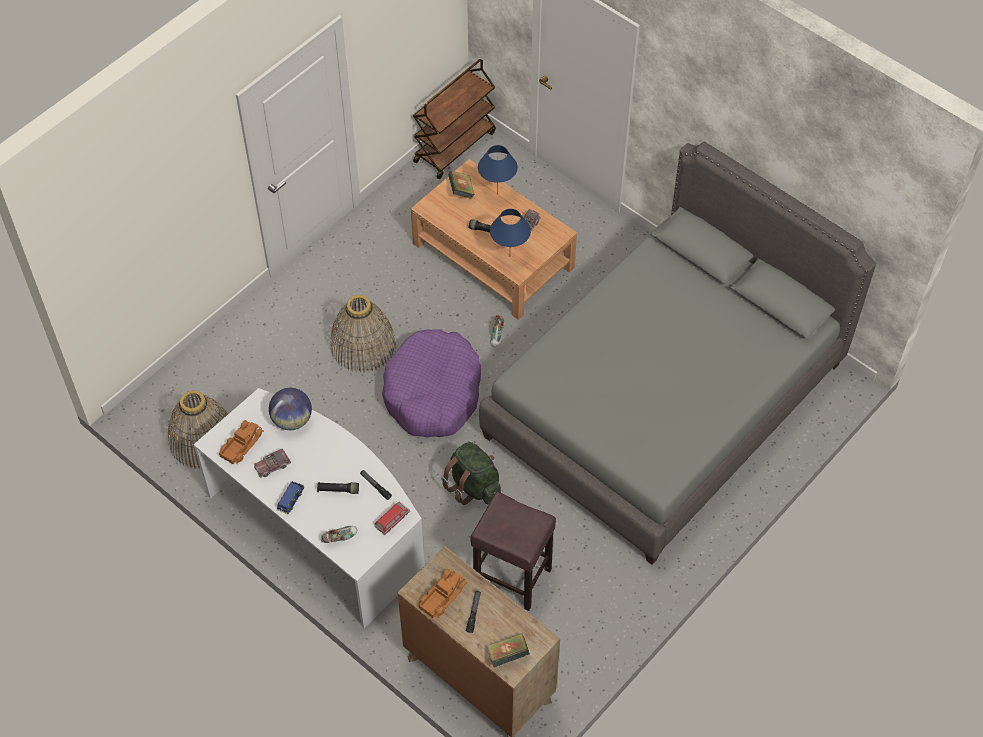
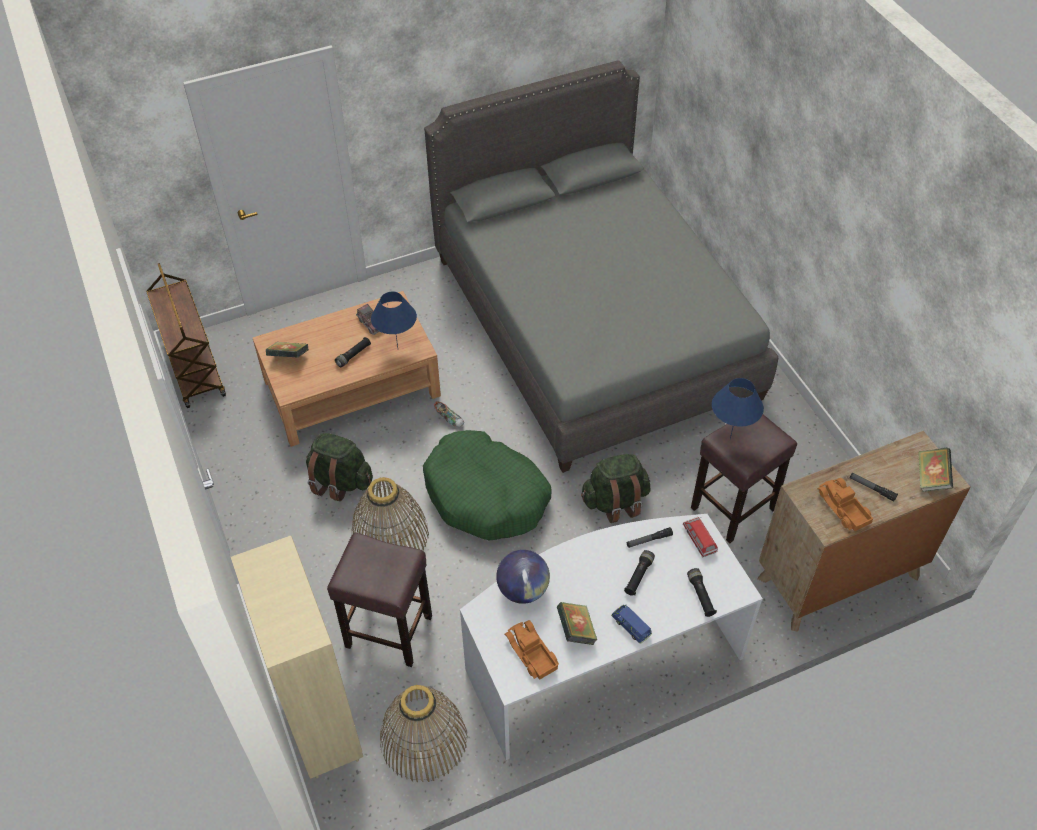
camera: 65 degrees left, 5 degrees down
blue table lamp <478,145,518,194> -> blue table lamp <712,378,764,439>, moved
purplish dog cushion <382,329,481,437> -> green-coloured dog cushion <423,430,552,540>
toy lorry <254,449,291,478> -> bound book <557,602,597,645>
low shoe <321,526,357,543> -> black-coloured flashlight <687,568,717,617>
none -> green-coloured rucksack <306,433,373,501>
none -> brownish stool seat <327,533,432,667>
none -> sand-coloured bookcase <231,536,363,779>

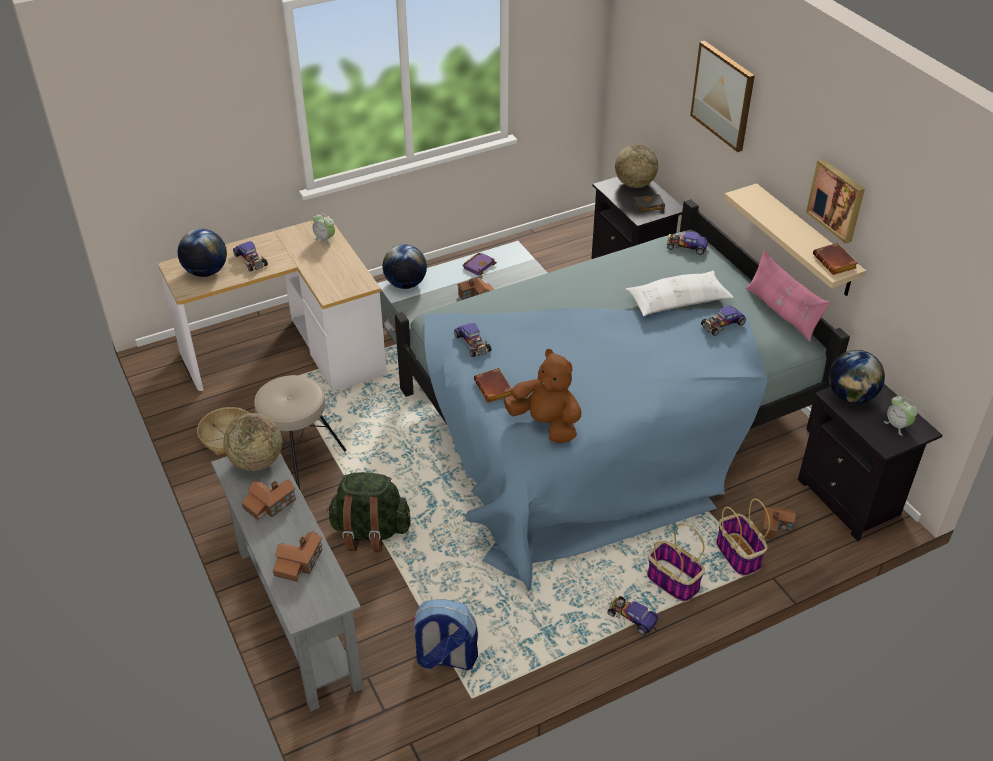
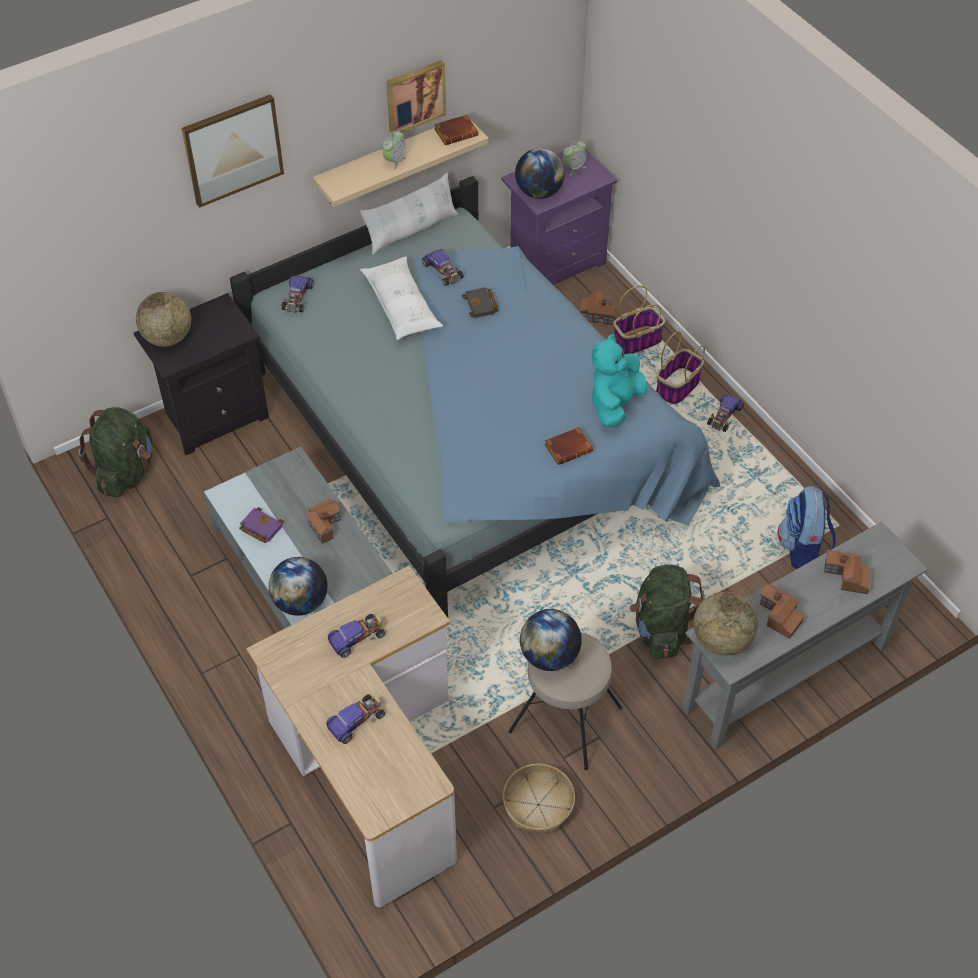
camera: 95 degrees left, 10 degrees up
black-coloured bound book <633,194,665,212> -> black-coloured bound book <462,287,499,318>, moved
alarm clock <313,213,335,246> -> alarm clock <383,130,407,170>, moved
globe <177,229,227,277> -> globe <520,609,582,671>, moved
pink-coloured cushion <746,250,830,342> -> white cushion <360,173,458,255>
miniature car <454,323,491,357> -> miniature car <328,614,386,658>, moved
brownish soft toy <504,349,581,443> -> turquoise soft toy <592,334,647,428>
black-coloured nightstand <798,384,942,541> -> purplish nightstand <501,149,617,285>
none -> green-coloured rucksack <78,407,153,497>

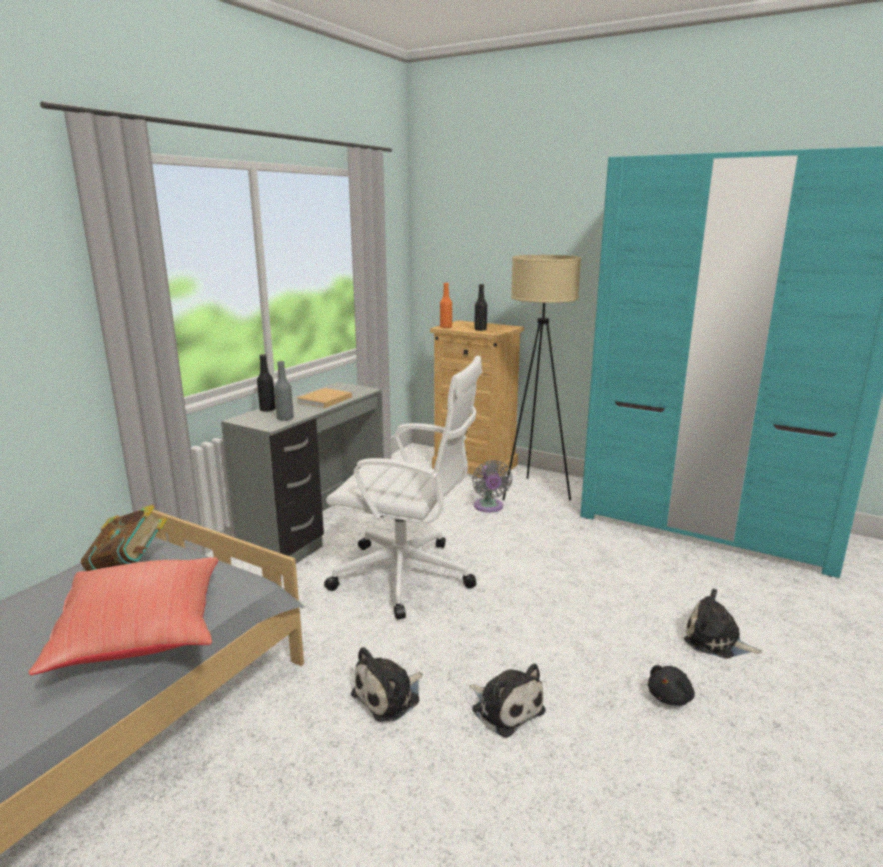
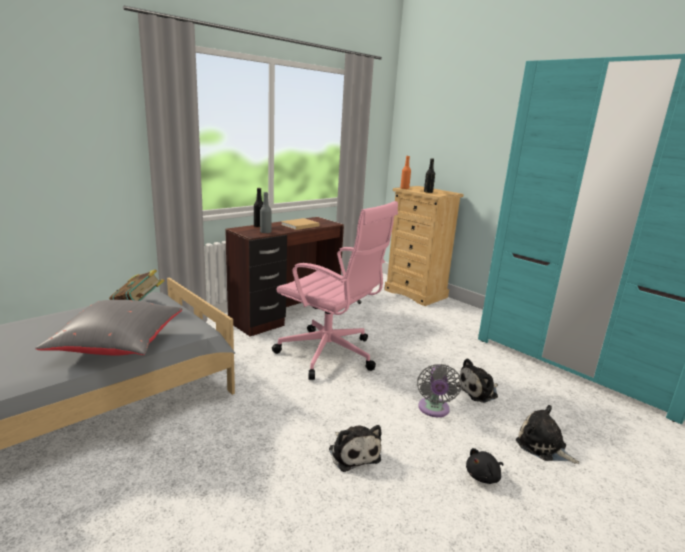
camera: 15 degrees right, 0 degrees up
sand-coloured floor lamp <502,255,581,501> -> none
white computer chair <324,356,482,619> -> pink-coloured computer chair <272,201,398,380>
gray desk <221,382,384,563> -> brownish desk <225,217,344,337>
gray fan <472,460,512,512> -> gray fan <417,364,462,417>, moved
red-coloured cushion <28,557,218,675> -> gray cushion <35,300,182,356>
soft toy <351,647,423,722> -> soft toy <455,358,498,403>, moved

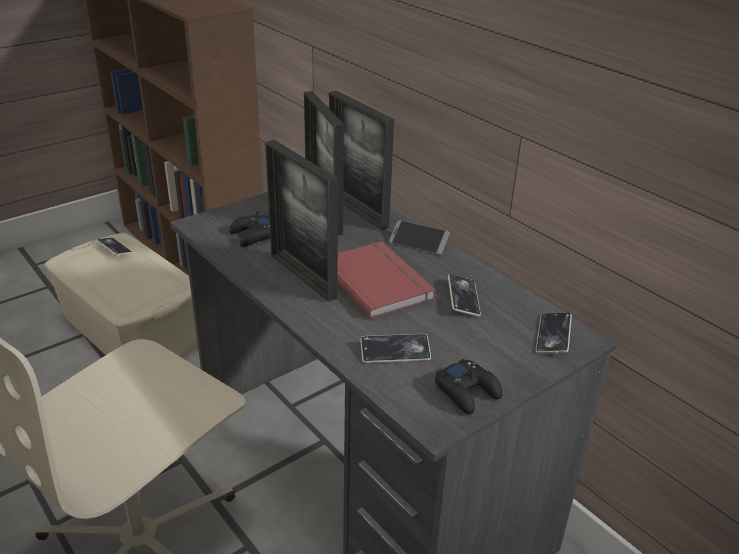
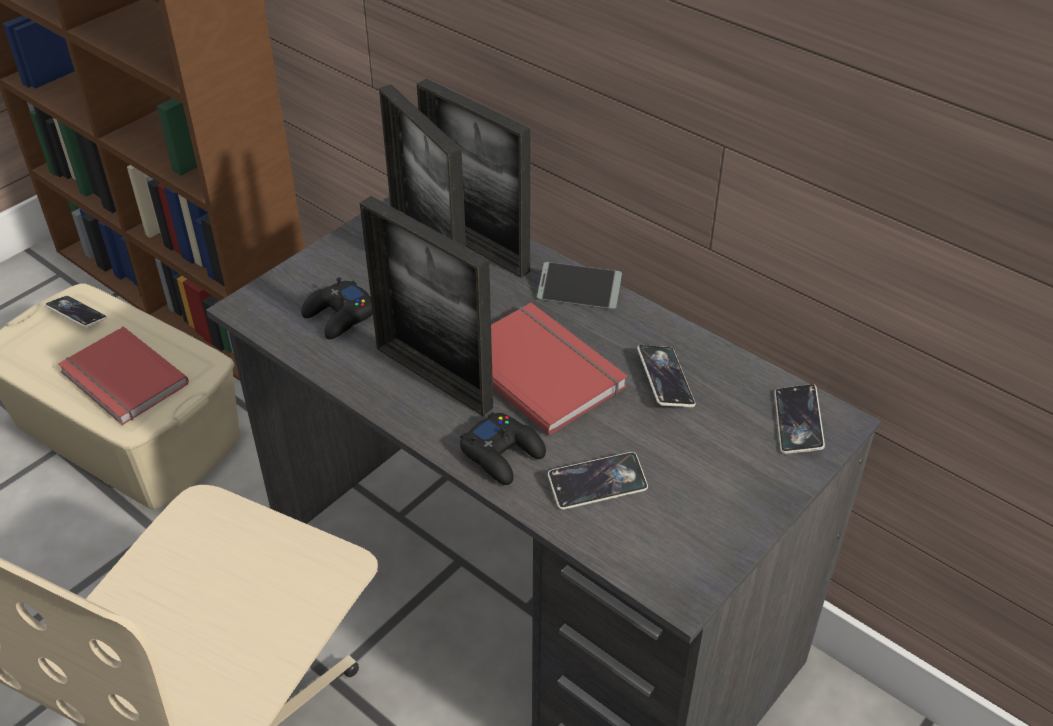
camera: 10 degrees left, 10 degrees up
black-coloured joypad <435,359,503,414> -> black-coloured joypad <460,412,546,485>, moved
none -> red-coloured bound book <58,326,189,425>

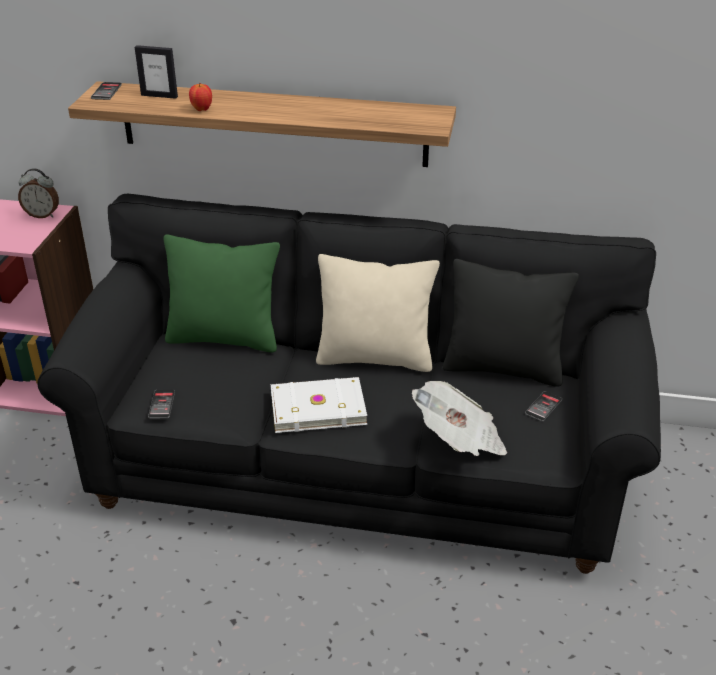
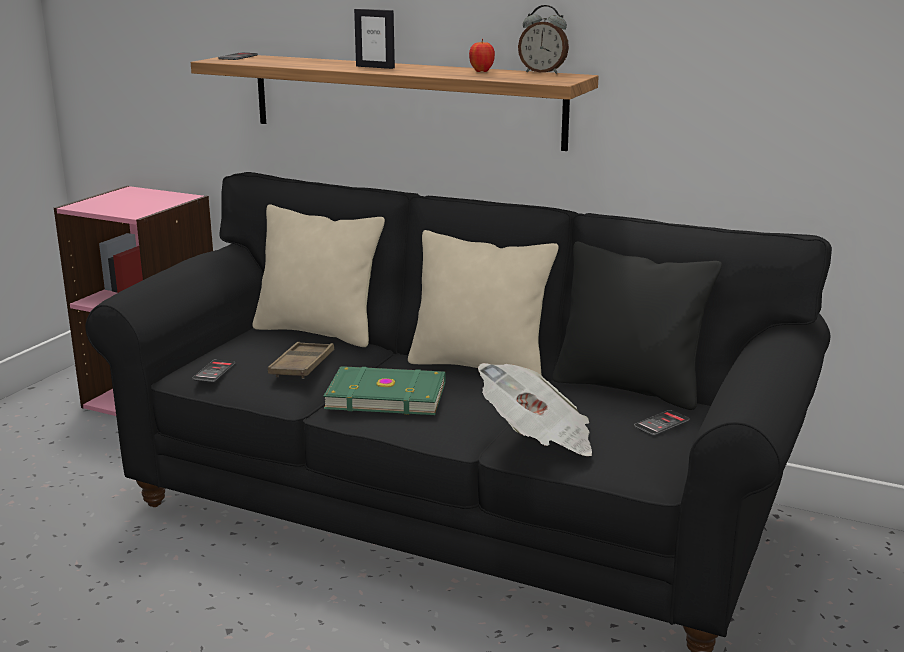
camera: 15 degrees right, 15 degrees down
photo frame <135,45,178,99> -> photo frame <354,9,395,69>, moved
apple <189,83,212,111> -> apple <469,39,495,72>, moved
alarm clock <18,168,59,218> -> alarm clock <518,5,569,74>, moved
green-coloured cushion <164,234,280,352> -> sand-coloured cushion <252,204,385,347>
white bound book <271,377,367,433> -> green-coloured bound book <323,366,446,415>
none -> brownish serving tray <268,342,334,379>

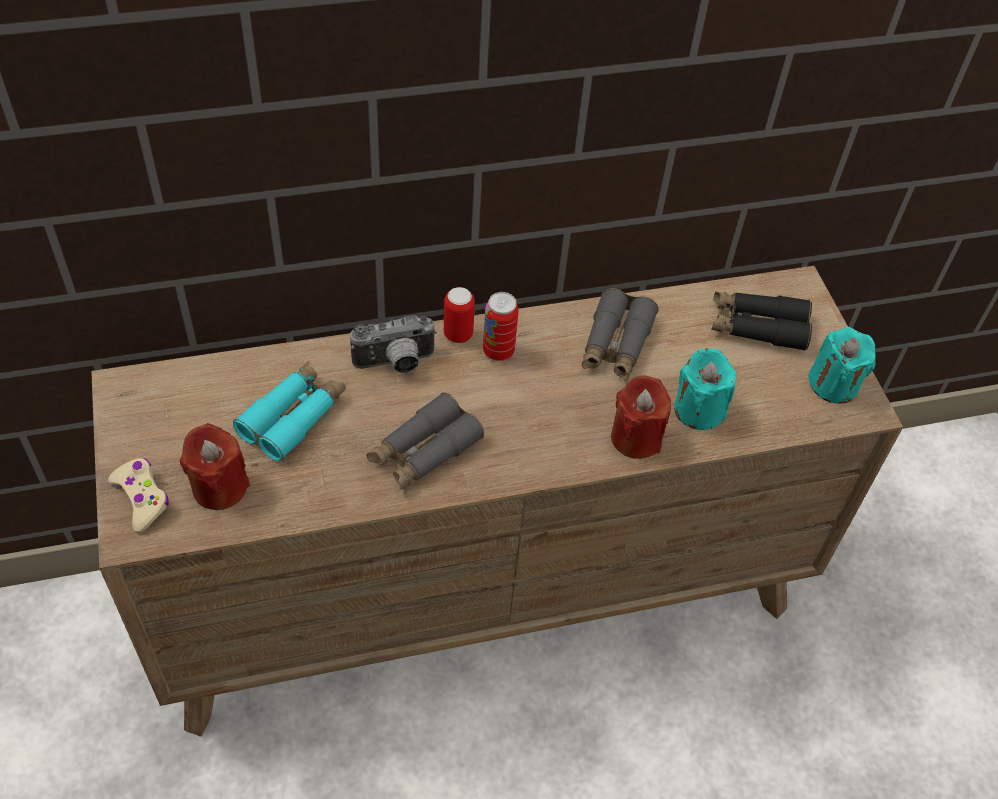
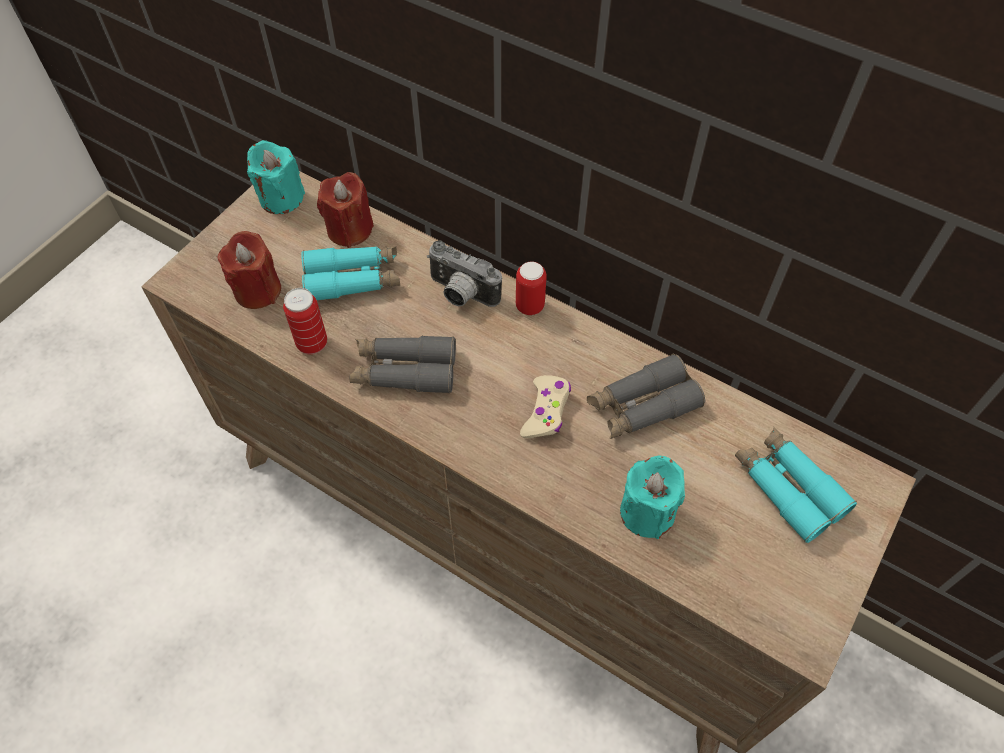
camera: 50 degrees right, 5 degrees up
black-coloured field glasses <711,291,812,351> -> turquoise field glasses <735,427,857,543>
sealed can <483,292,519,361> -> sealed can <283,288,327,354>, moved
turquoise candle <808,327,875,404> -> turquoise candle <247,140,305,214>, moved
red-coloured candle <611,376,671,459> -> red-coloured candle <317,172,374,248>, moved
sand-coloured joypad <108,458,169,533> -> sand-coloured joypad <520,375,571,438>, moved

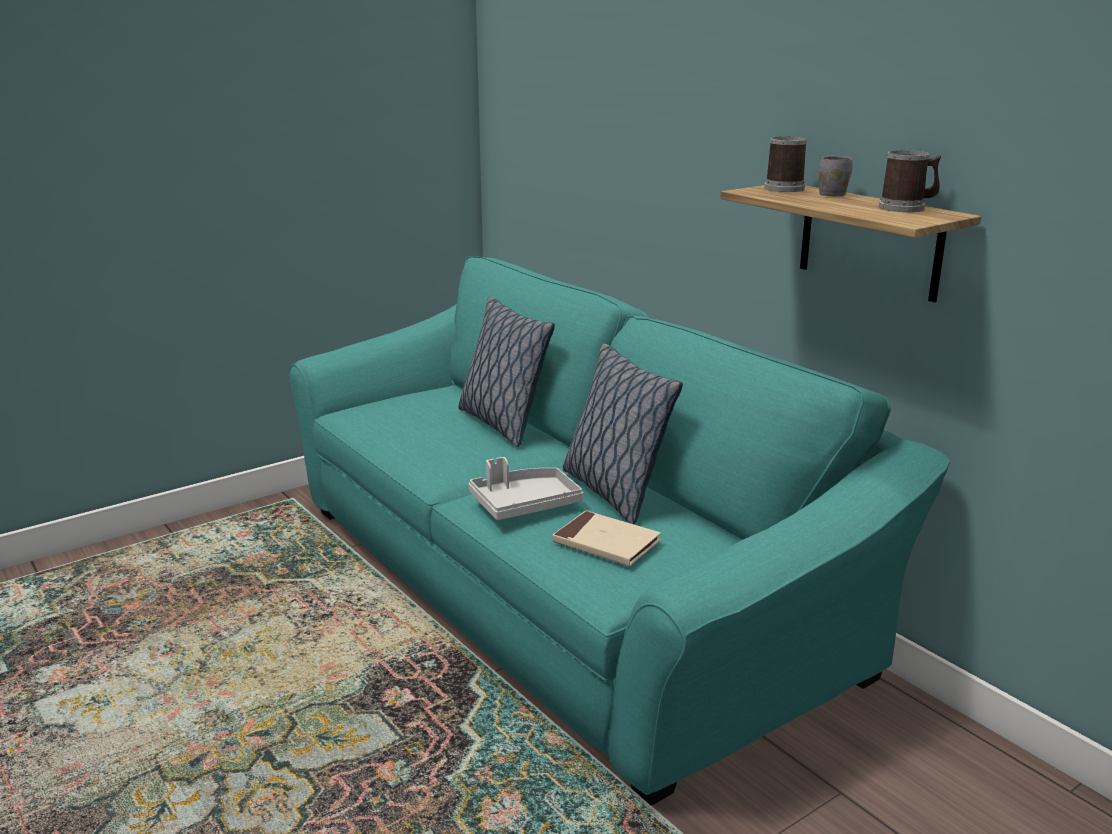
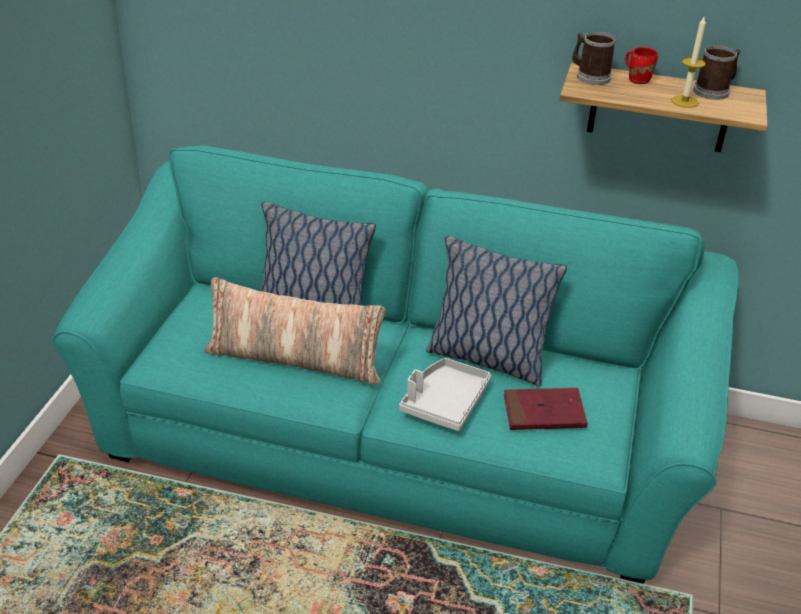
camera: 40 degrees left, 15 degrees up
gray mug <819,156,853,196> -> red-coloured mug <625,47,658,84>
sand-coloured bound book <552,511,661,566> -> red-coloured bound book <504,388,587,430>
none -> candle <671,15,706,108>
none -> cushion <204,277,386,385>

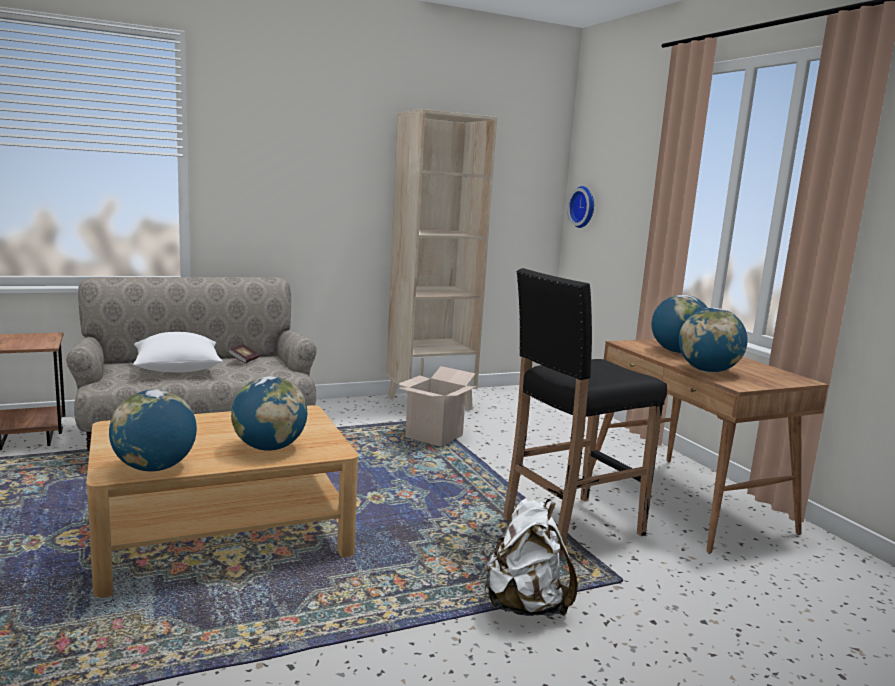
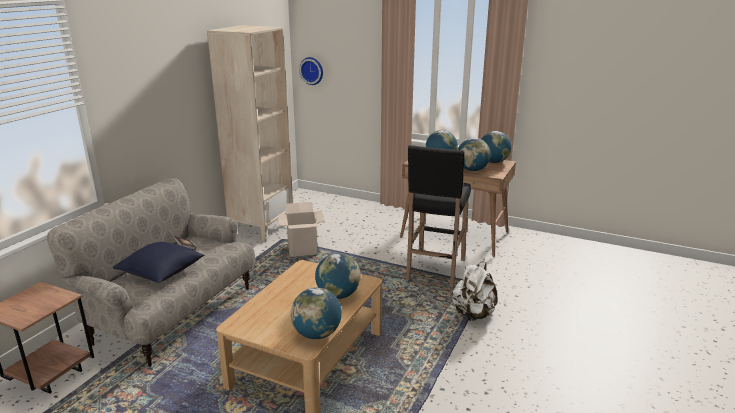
camera: 40 degrees left, 10 degrees up
white cushion <133,332,222,372> -> blue cushion <113,242,205,283>
none -> globe <481,131,512,163>

